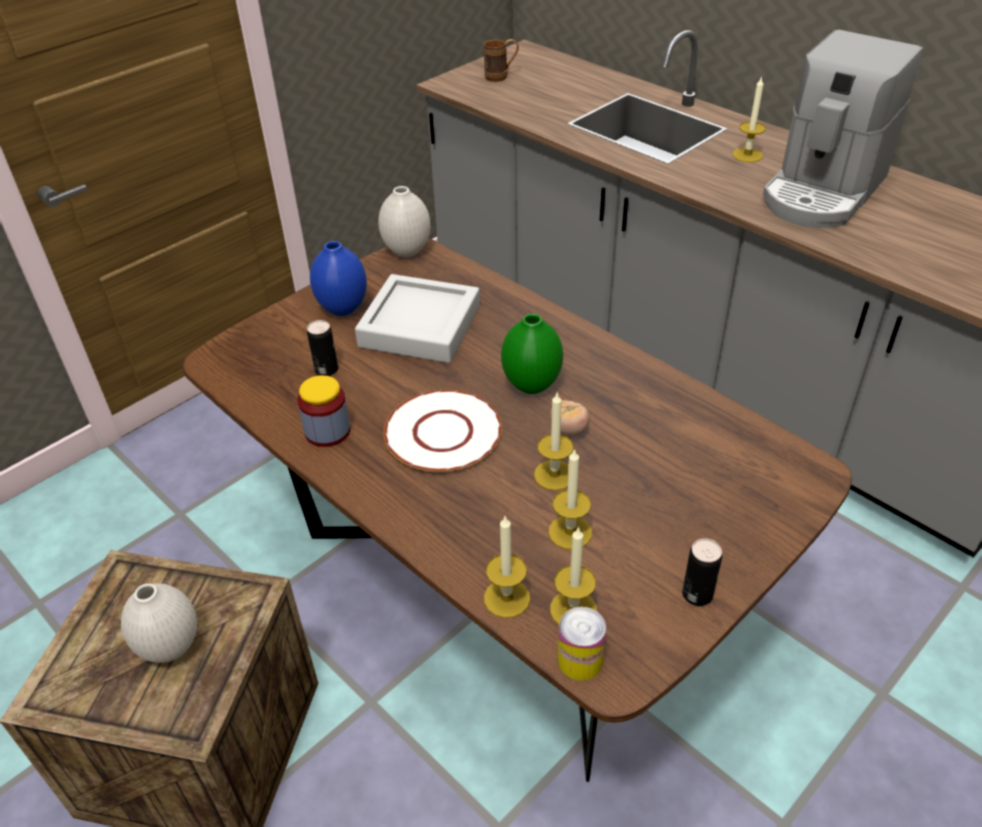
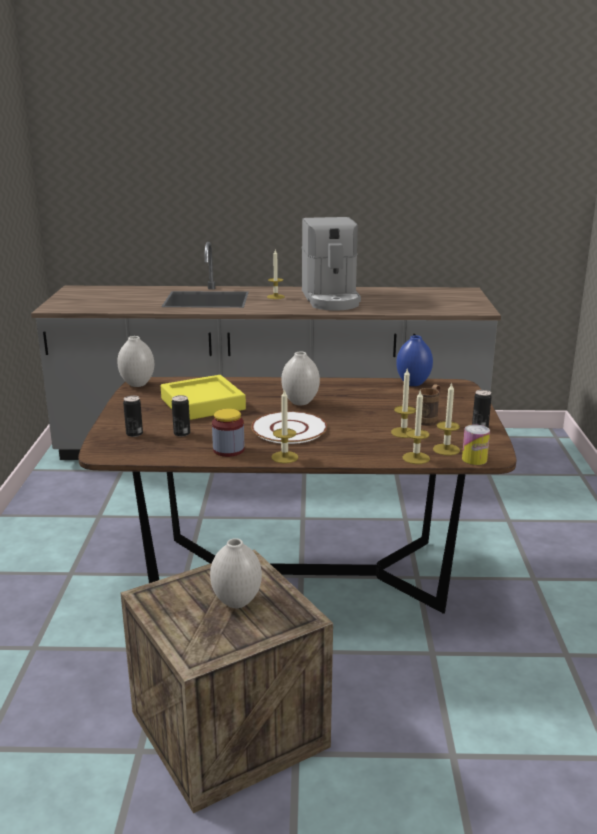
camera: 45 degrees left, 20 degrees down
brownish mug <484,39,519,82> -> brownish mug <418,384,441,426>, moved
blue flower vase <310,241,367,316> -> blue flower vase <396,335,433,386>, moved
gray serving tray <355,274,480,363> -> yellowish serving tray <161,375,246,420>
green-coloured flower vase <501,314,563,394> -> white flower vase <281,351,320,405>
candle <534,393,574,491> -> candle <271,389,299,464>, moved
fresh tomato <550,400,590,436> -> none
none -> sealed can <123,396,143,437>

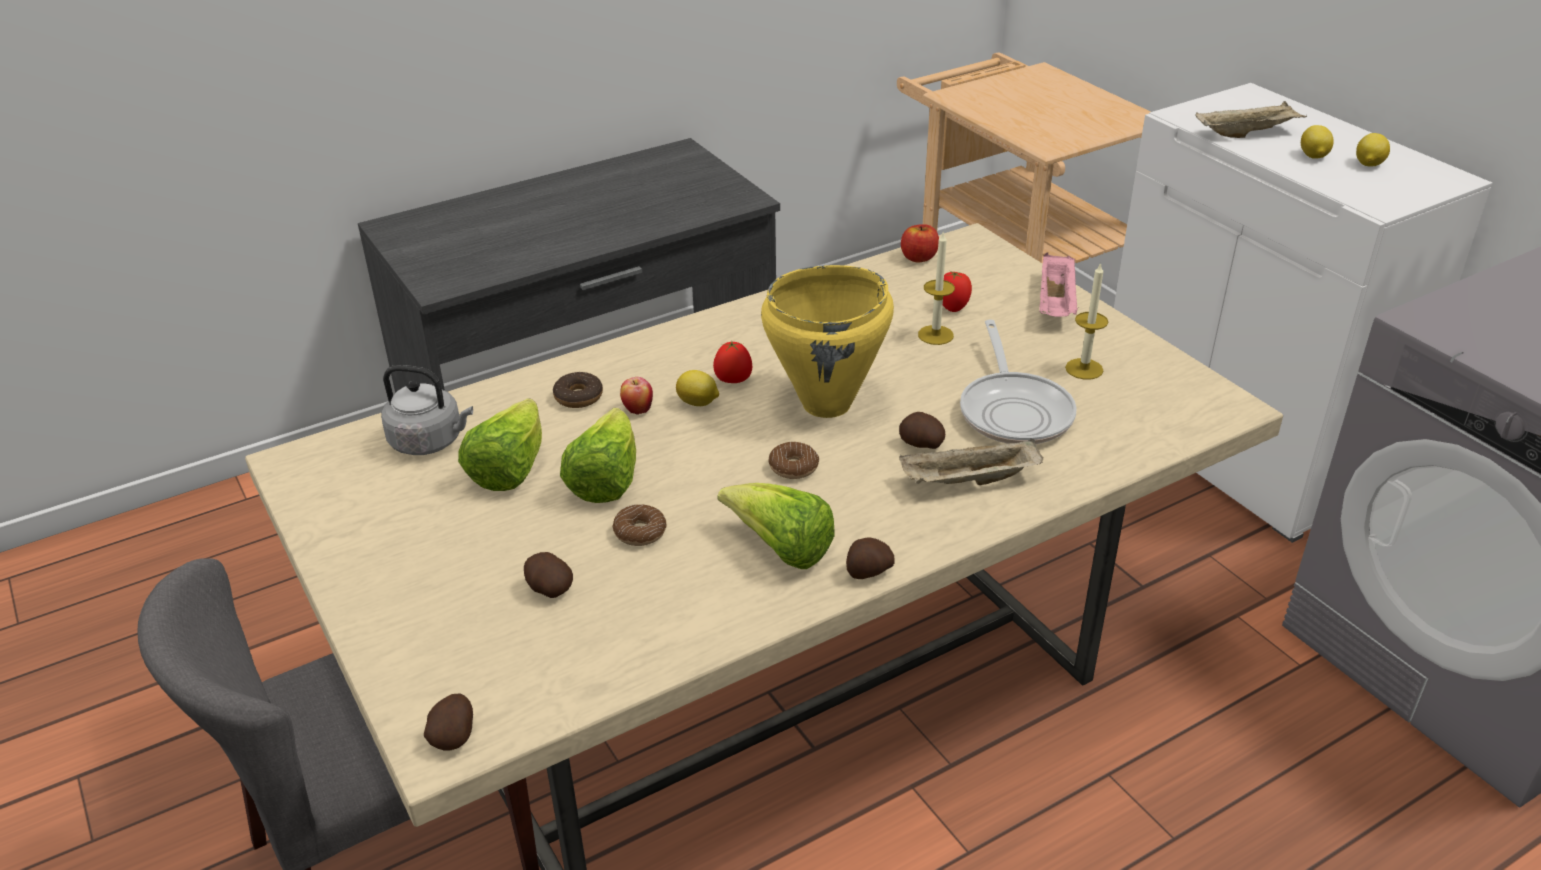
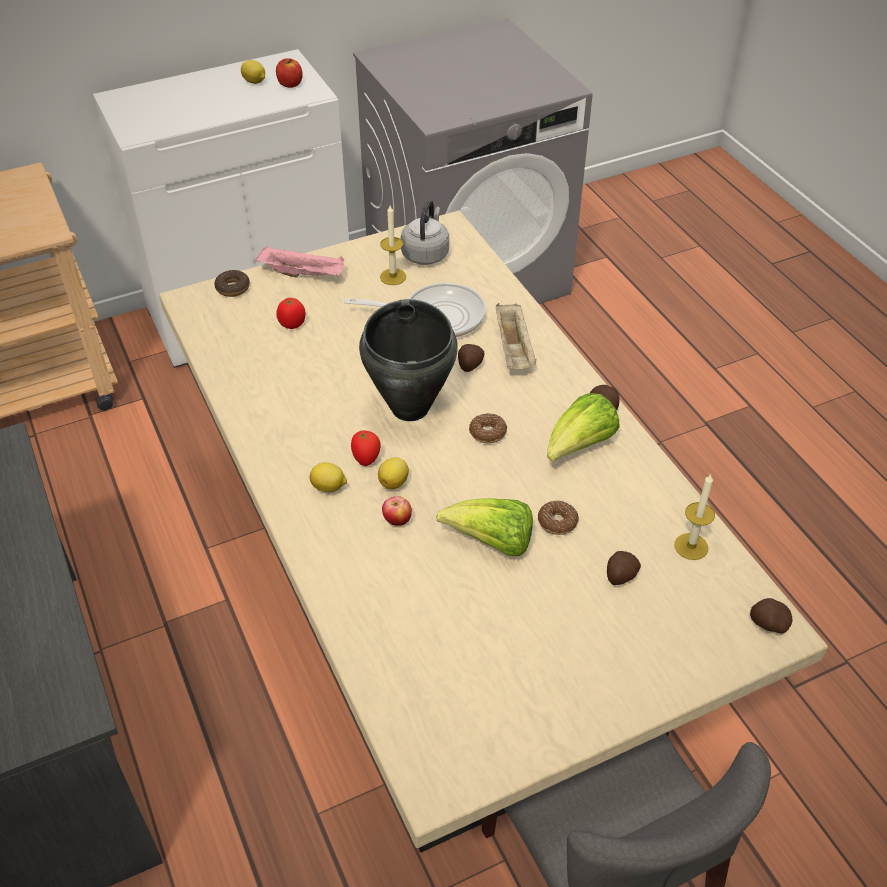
camera: 85 degrees left, 10 degrees up
sand-coloured serving tray <1195,101,1307,138> -> none
lemon <1301,125,1334,159> -> lemon <310,462,347,492>, moved
apple <901,224,939,262> -> apple <276,58,303,88>, moved
candle <918,231,955,345> -> candle <674,474,715,560>, moved
yellowish cooking pot <761,265,894,418> -> black-coloured cooking pot <359,299,458,421>
gray kettle <381,365,473,455> -> gray kettle <400,200,449,265>, moved
donut <553,372,603,408> -> donut <214,270,250,297>, moved
lettuce <458,398,542,491> -> none

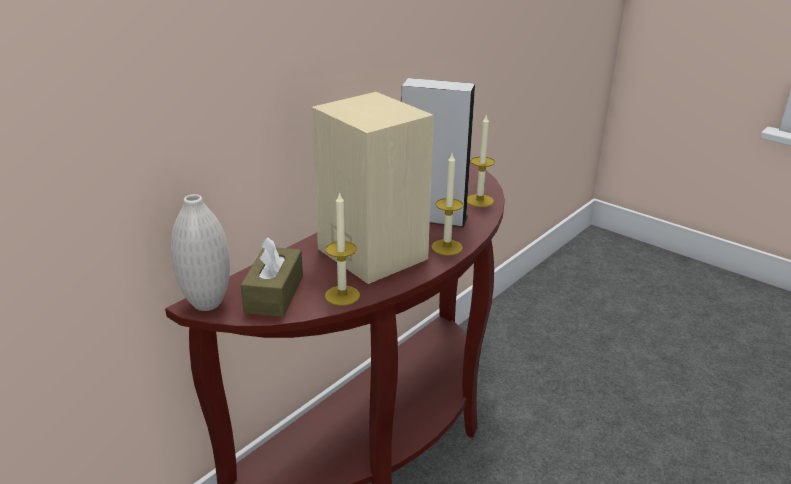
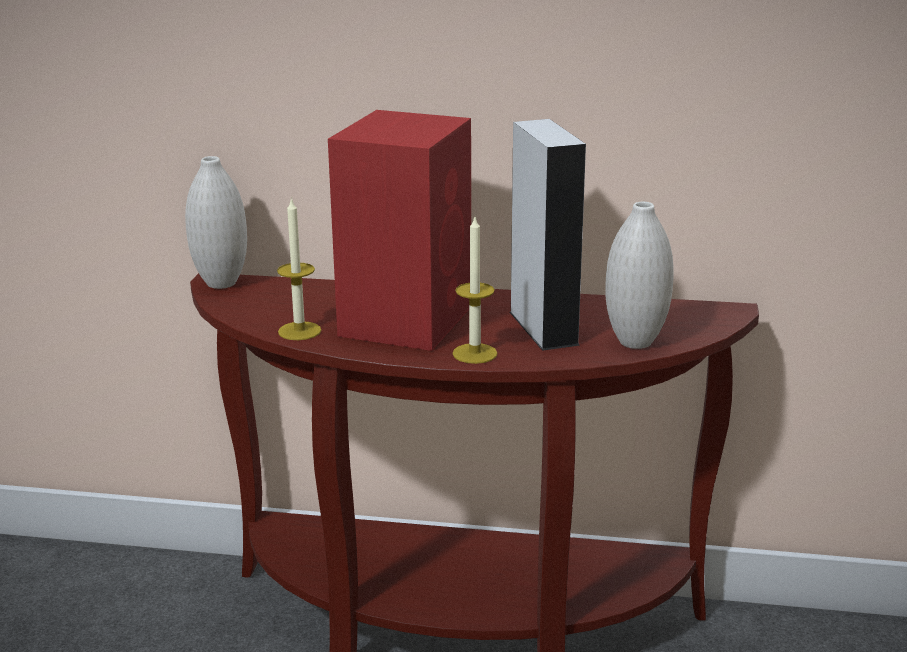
camera: 60 degrees right, 5 degrees down
sand-coloured loudspeaker <311,92,434,284> -> red-coloured loudspeaker <328,110,471,351>
candle <467,114,495,207> -> white flower vase <605,202,674,349>
brownish box of tissues <241,237,303,317> -> none

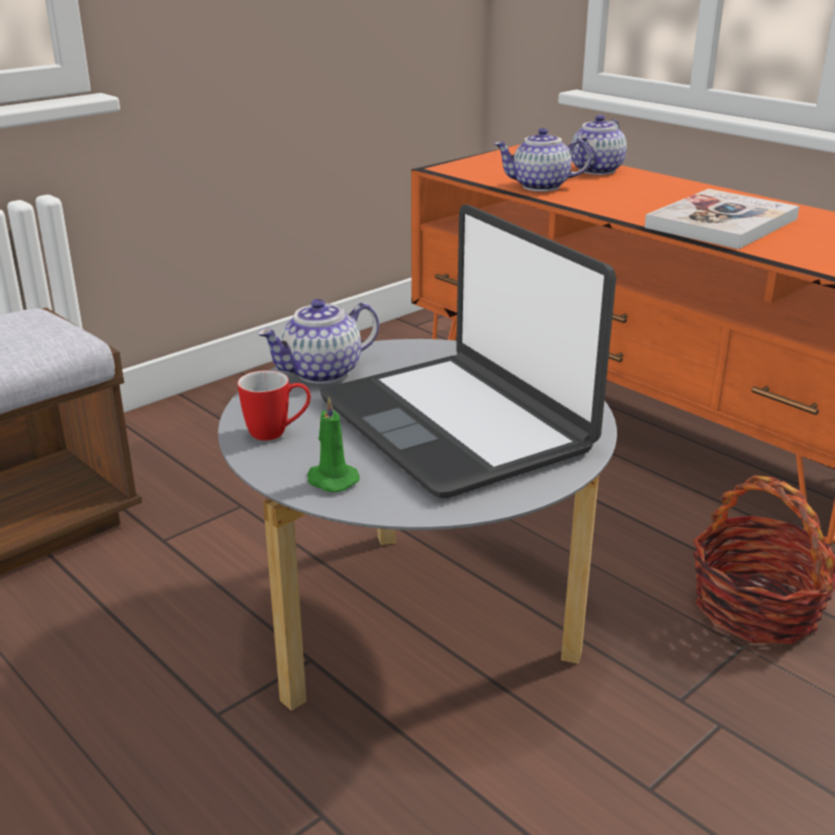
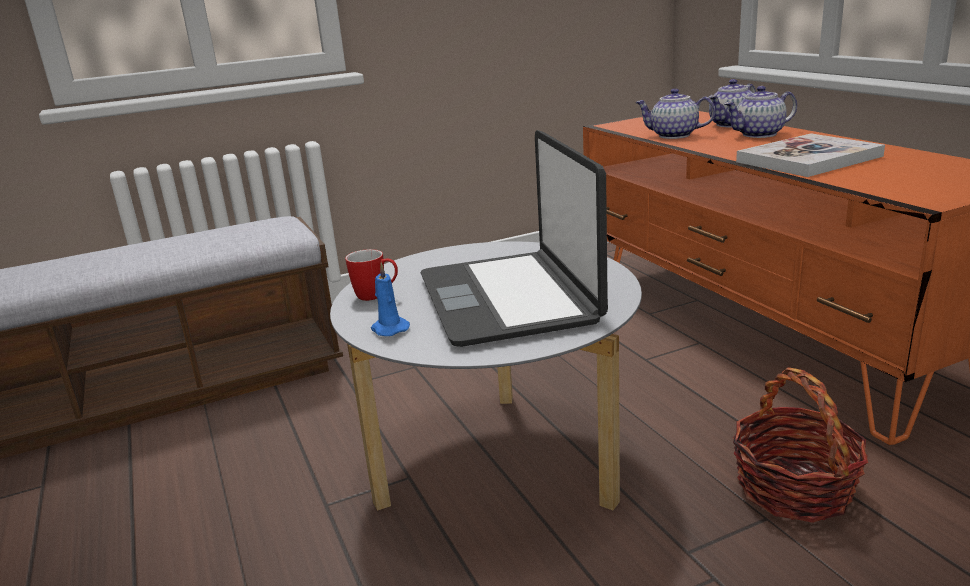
camera: 20 degrees right, 5 degrees down
pot for tea <257,299,379,384> -> pot for tea <724,86,797,138>, moved
green-coloured candle <307,397,360,492> -> blue candle <371,263,410,336>

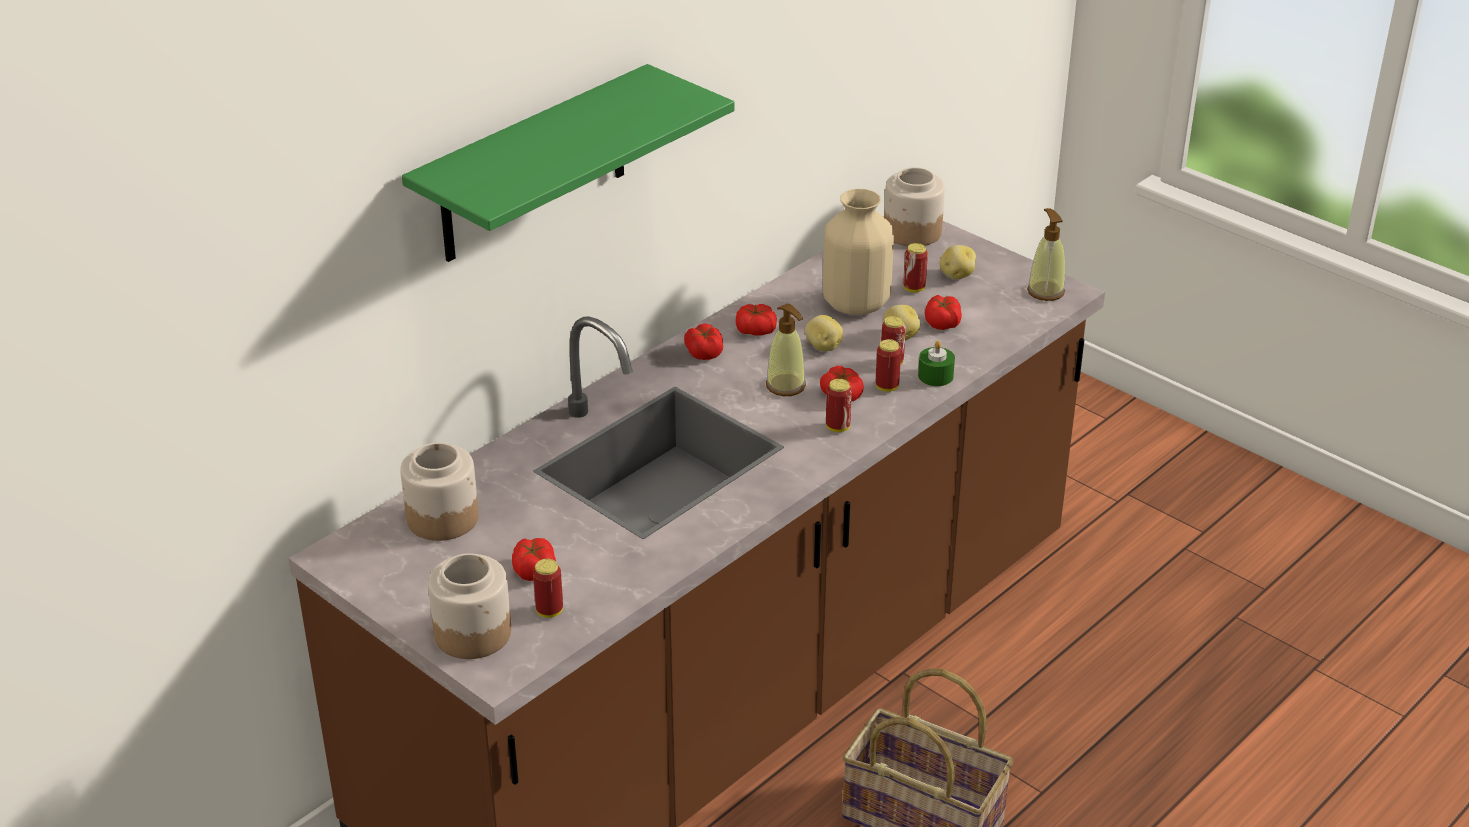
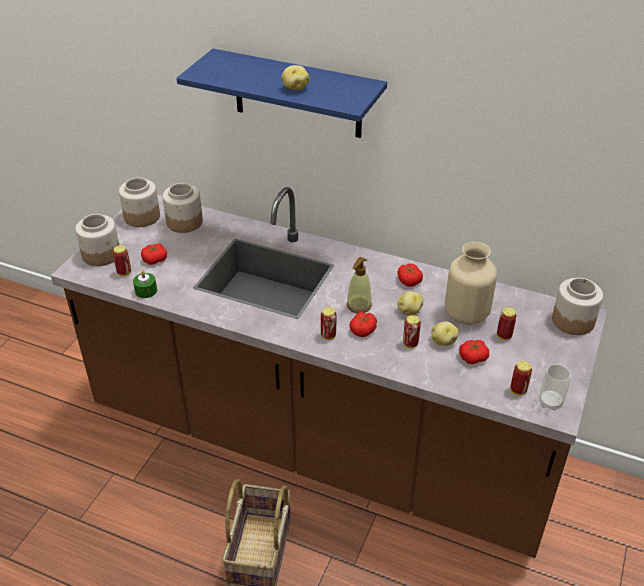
camera: 70 degrees right, 5 degrees up
green-coloured bracket shelf <402,64,735,262> -> blue bracket shelf <176,49,387,138>
soap dispenser <1027,208,1065,301> -> drinking cup <539,364,571,411>
whole potato <940,245,976,279> -> whole potato <281,65,310,90>, moved
fresh tomato <684,324,723,360> -> none
sealed can <876,339,901,392> -> sealed can <510,361,532,395>, moved
green-coloured candle <918,341,955,386> -> green-coloured candle <133,270,157,298>, moved
none -> storage jar <119,178,160,227>

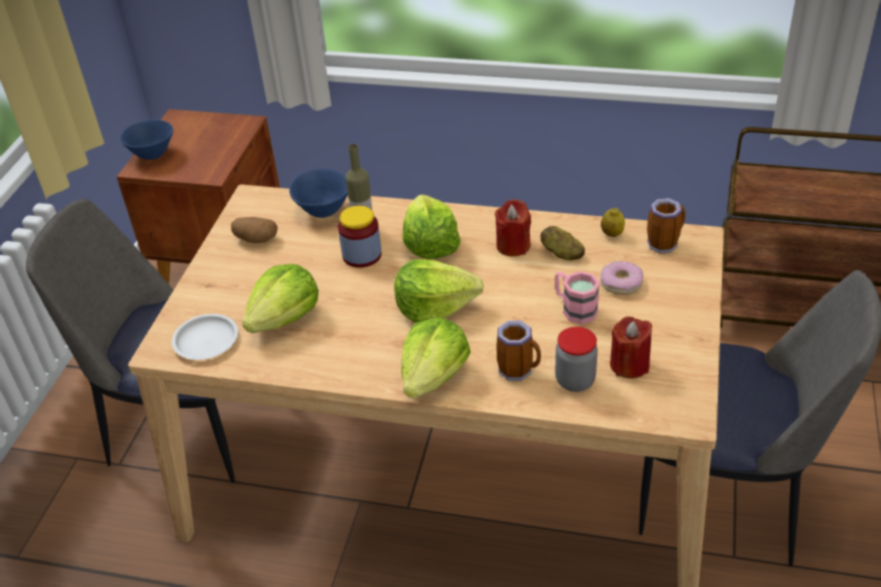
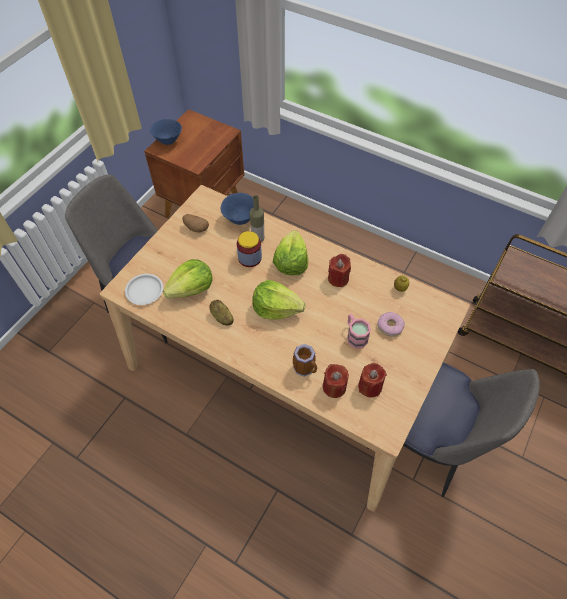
camera: 15 degrees right, 15 degrees up
mug <647,198,686,253> -> none
whole potato <541,226,585,260> -> whole potato <209,300,234,326>, moved
lettuce <401,318,471,399> -> none
storage jar <555,327,598,392> -> red-coloured candle <323,364,349,398>

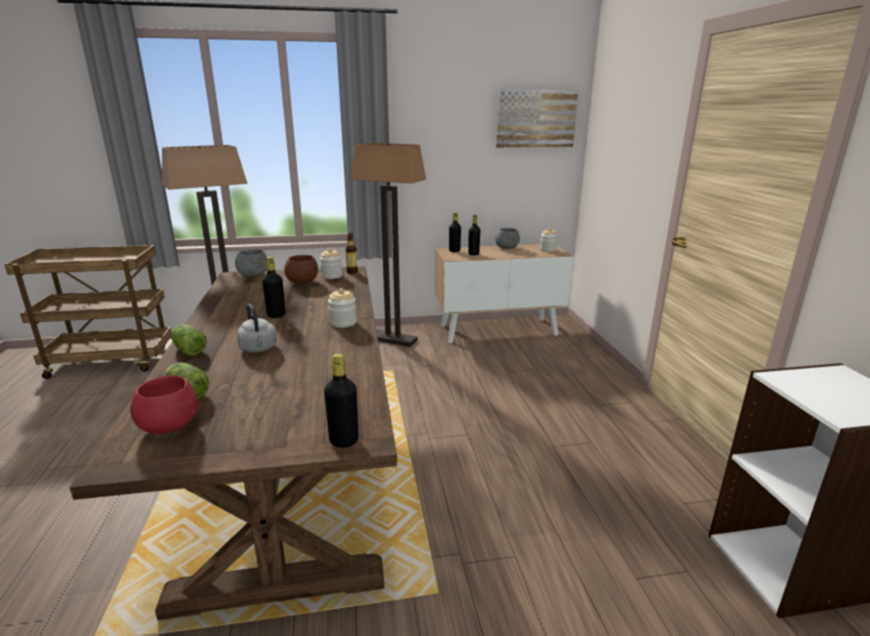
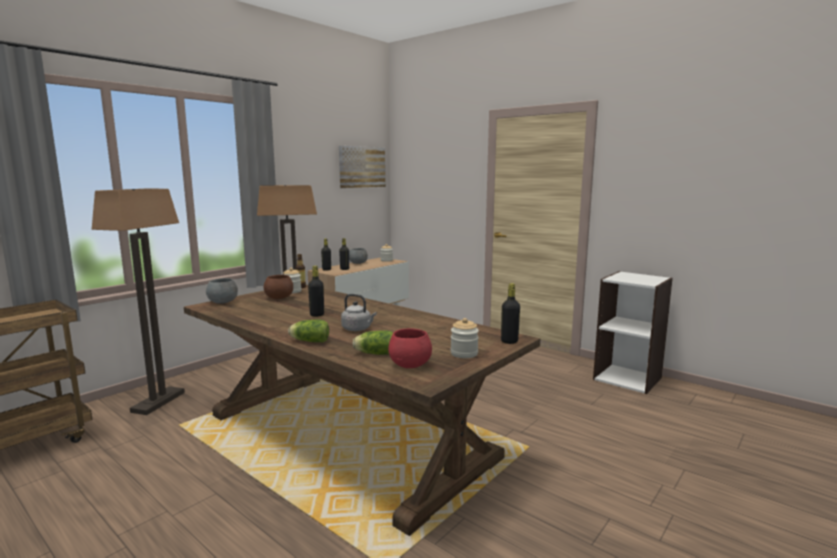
camera: 40 degrees left, 10 degrees down
storage jar <328,288,357,328> -> storage jar <451,318,479,358>, moved

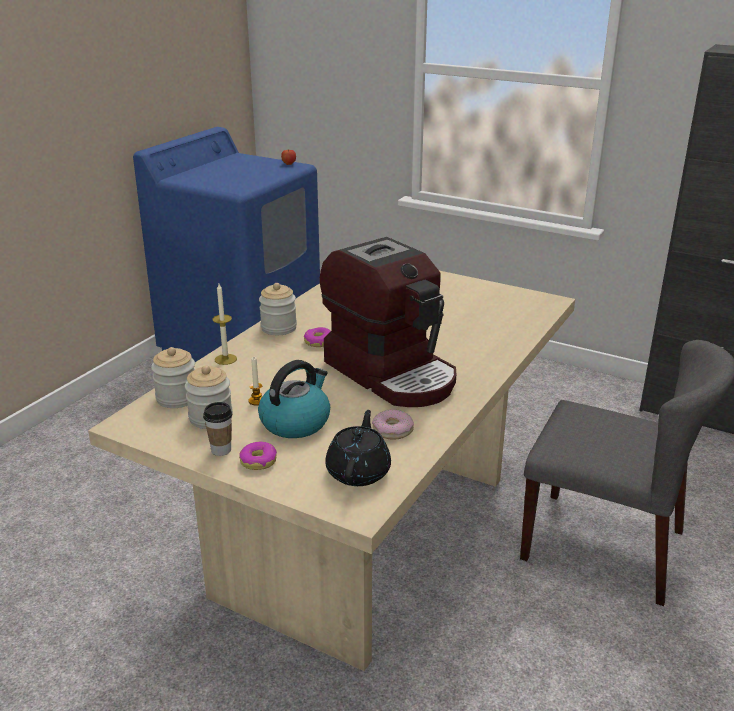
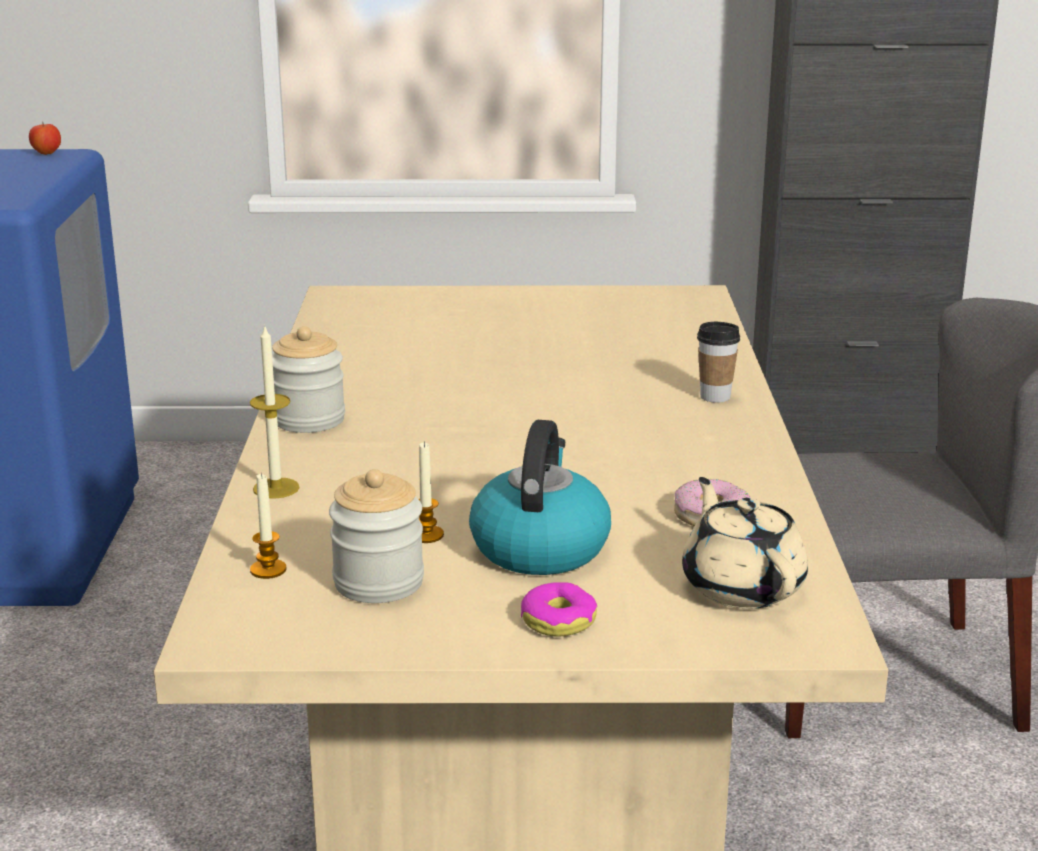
camera: 30 degrees left, 5 degrees down
coffee maker <320,237,456,407> -> none
donut <304,327,331,347> -> none
storage jar <151,347,195,408> -> candle <250,473,287,579>
drinking cup <203,402,232,456> -> drinking cup <697,322,740,403>, moved
black-coloured pot for tea <325,410,391,486> -> sand-coloured pot for tea <682,477,808,609>

